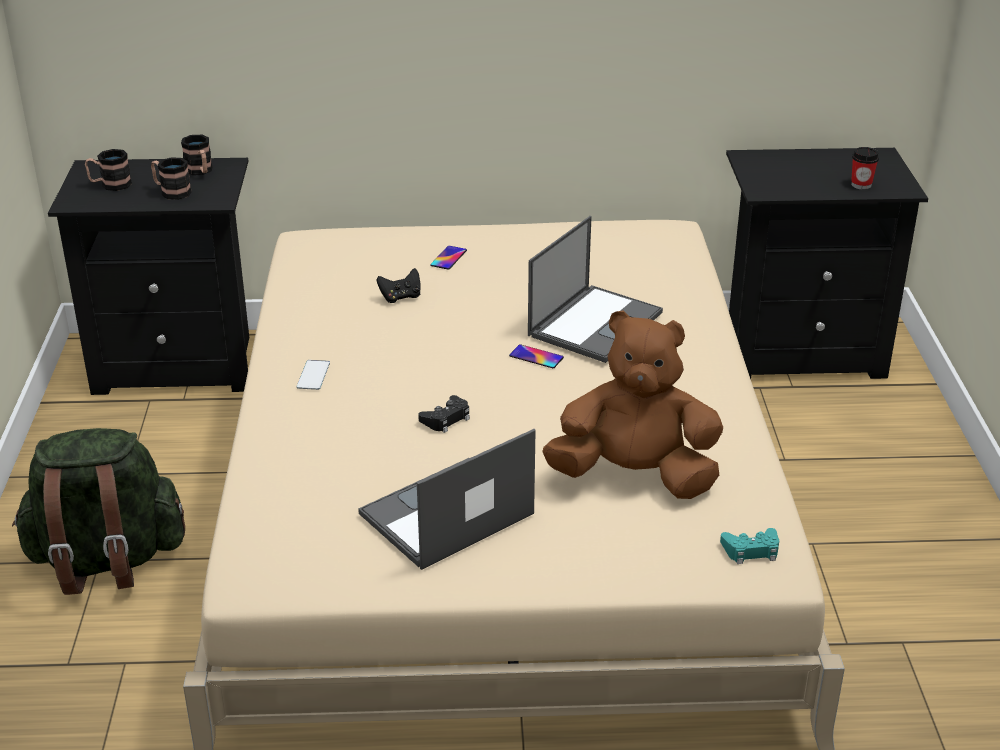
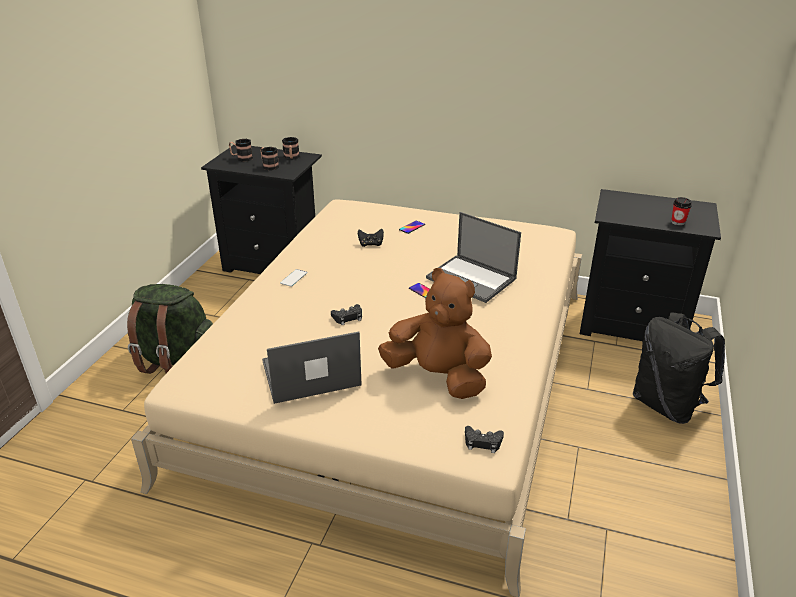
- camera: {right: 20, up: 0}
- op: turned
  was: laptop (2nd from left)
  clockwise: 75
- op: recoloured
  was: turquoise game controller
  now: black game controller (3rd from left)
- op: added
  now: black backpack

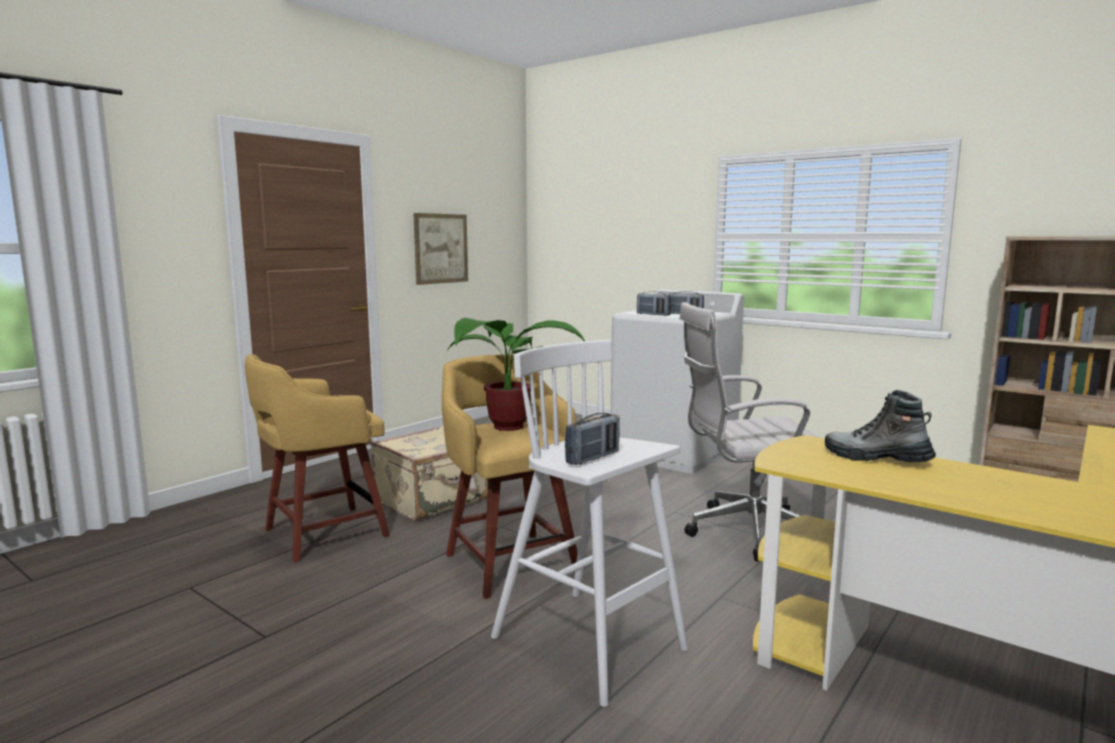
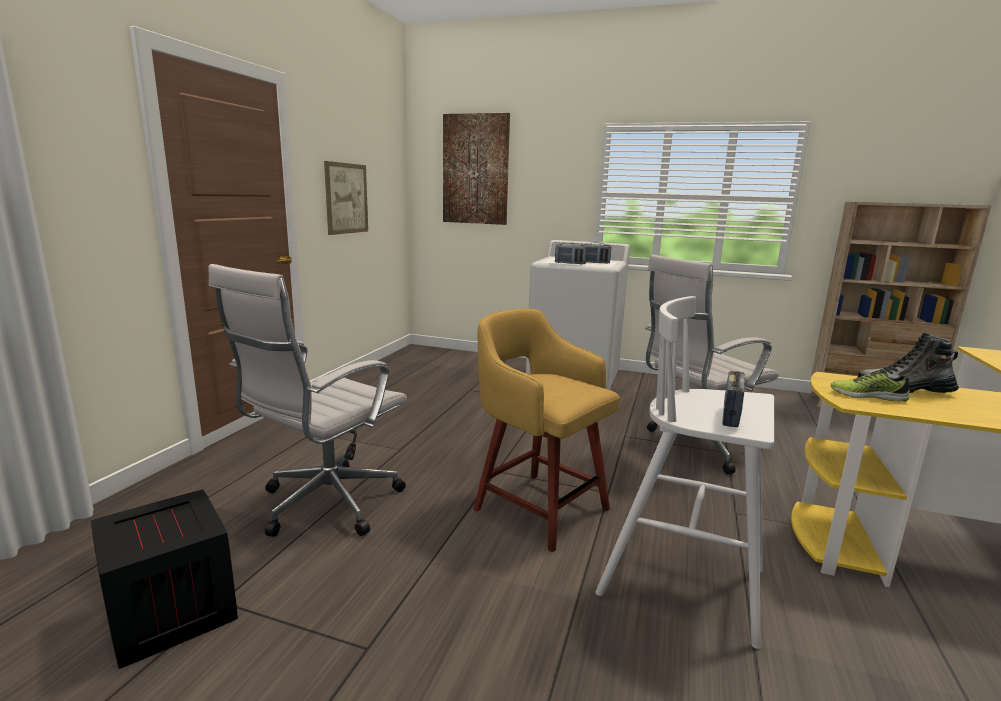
- camera: {right: -20, up: 5}
- op: added
  now: crate
- op: replaced
  was: yellow stool (1st from left)
  now: white office chair (1st from left)
- op: added
  now: picture (2nd from left)
- op: added
  now: shoe
- op: removed
  was: beige suitcase
- op: removed
  was: potted plant

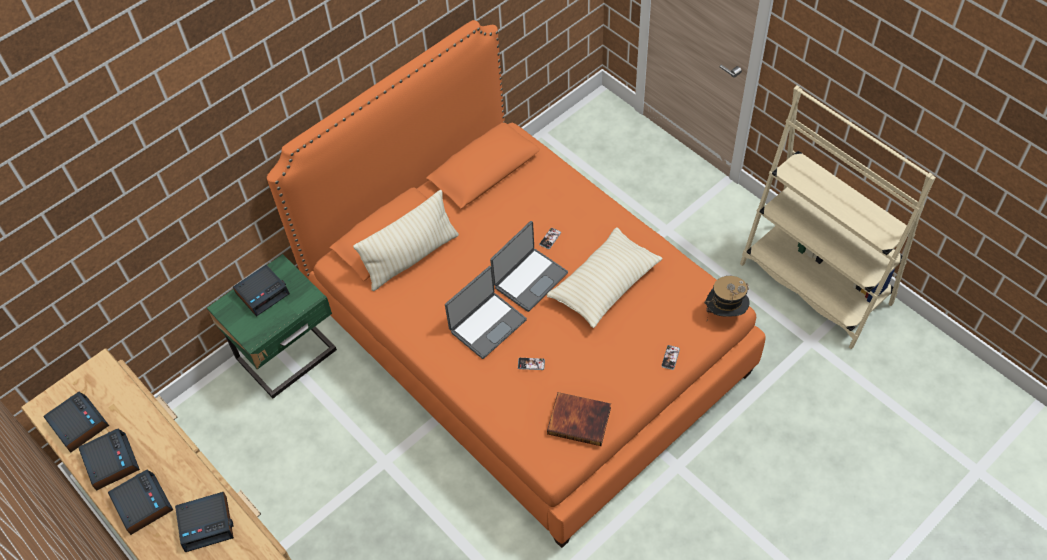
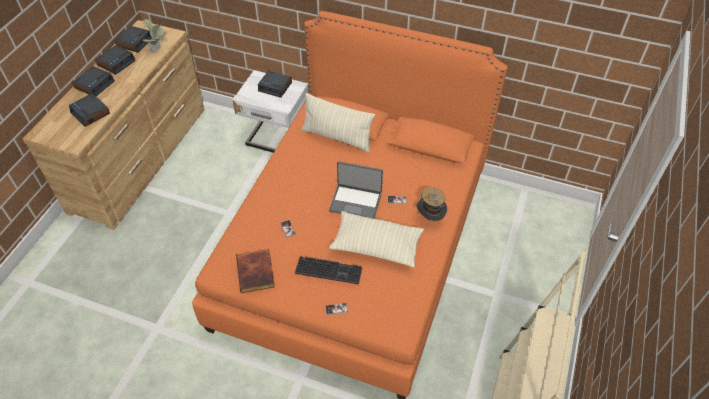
- camera: {right: 60, up: -5}
- op: added
  now: potted plant
- op: recoloured
  was: green nightstand
  now: white nightstand
- op: added
  now: keyboard
- op: moved
  was: hat
- op: removed
  was: laptop (1st from left)

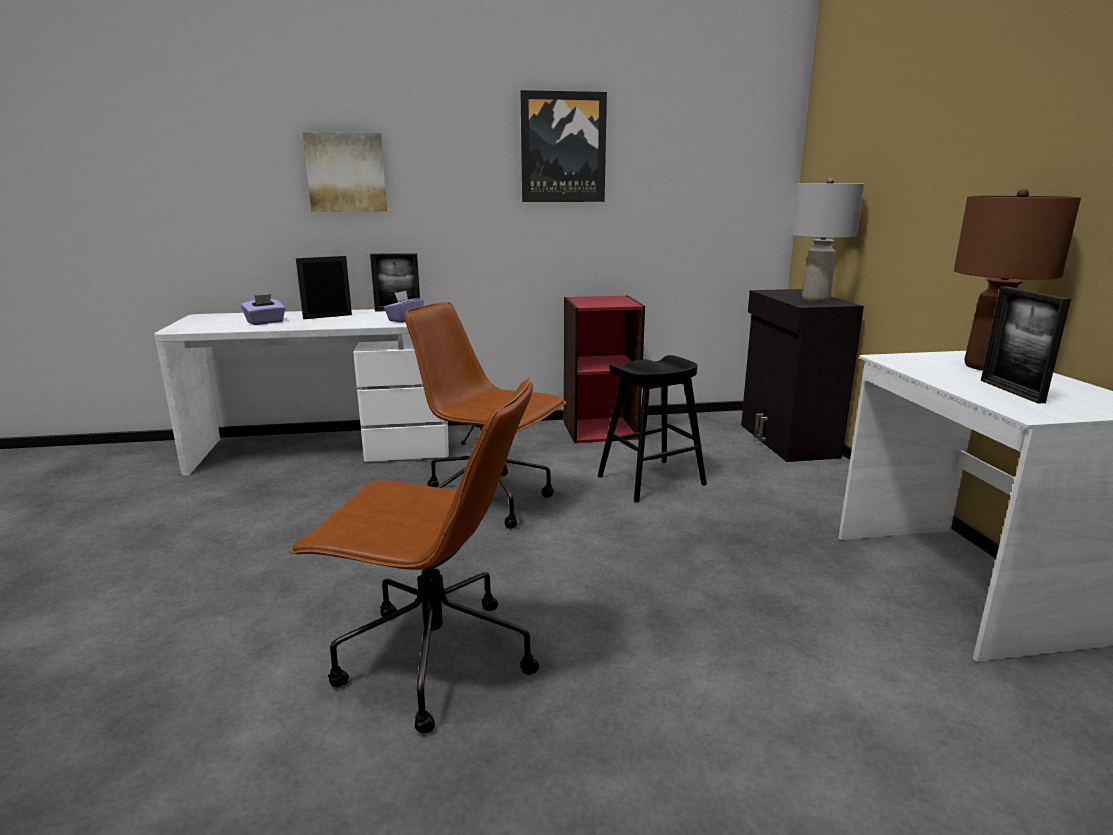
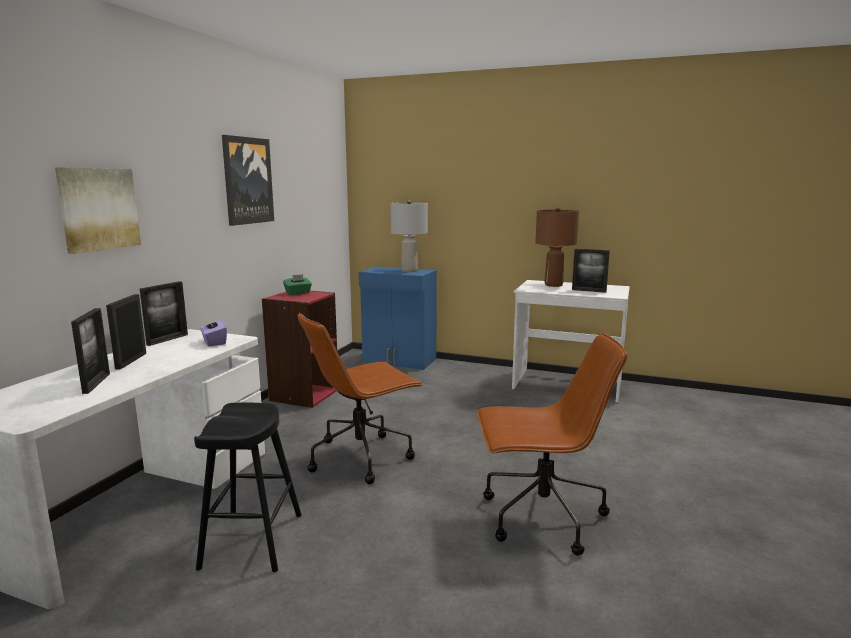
- camera: {right: -60, up: -5}
- op: replaced
  was: purple tissue box (1st from left)
  now: picture frame (1st from left)
- op: moved
  was: black stool
- op: added
  now: green tissue box
- op: recoloured
  was: black cabinet
  now: blue cabinet
- op: turned
  was: brown office chair (1st from left in the first image)
  clockwise: 45

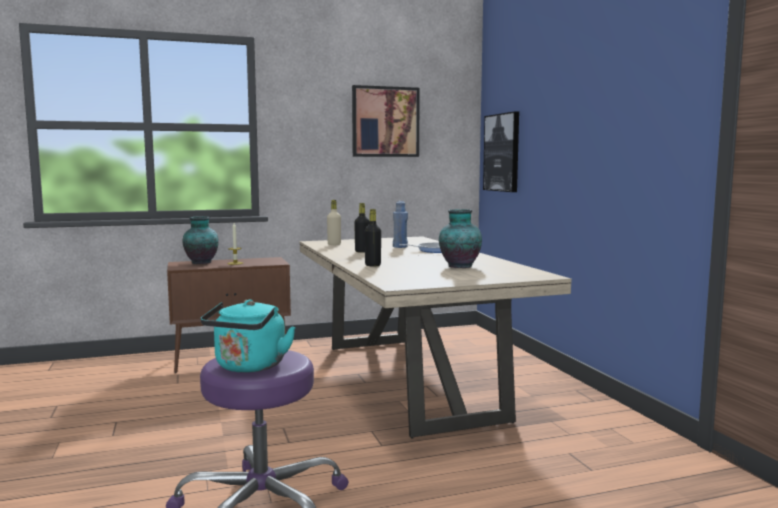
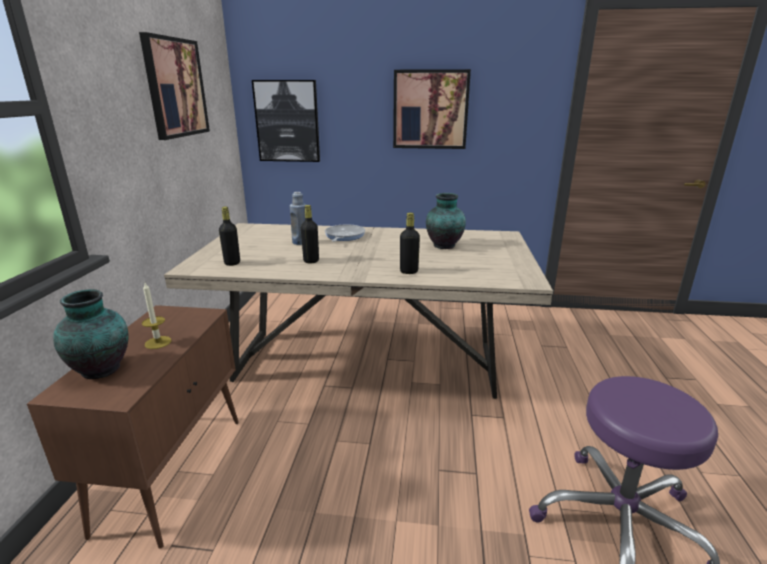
- camera: {right: -65, up: 15}
- op: recoloured
  was: beige bottle
  now: black bottle (1st from left)
- op: added
  now: picture (3rd from left)
- op: removed
  was: turquoise kettle

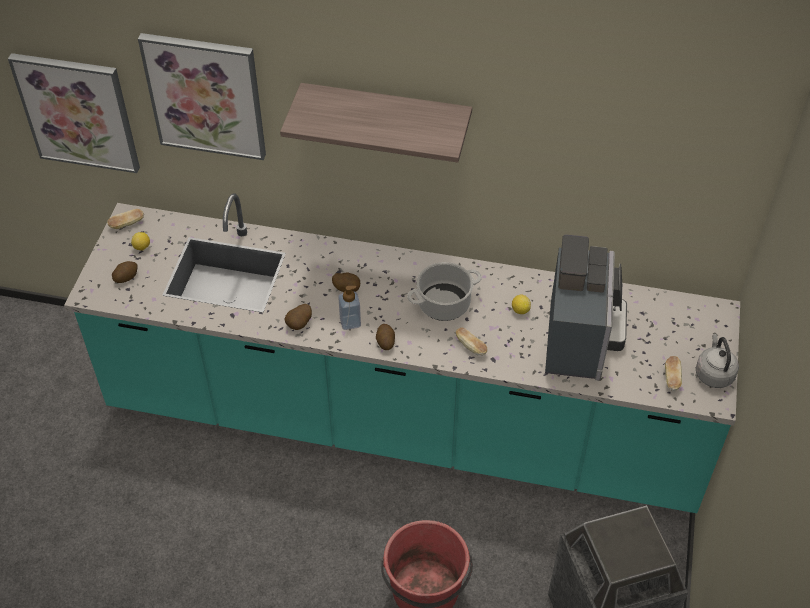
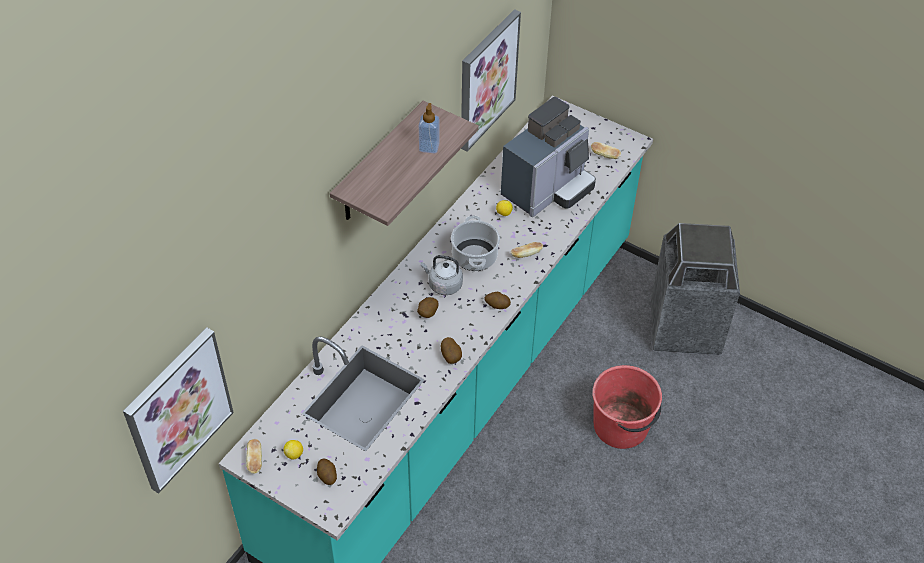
- camera: {right: -70, up: 0}
- op: moved
  was: soap dispenser
- op: moved
  was: grey kettle
- op: moved
  was: picture (2nd from left)
- op: turned
  was: coffee machine
  clockwise: 105

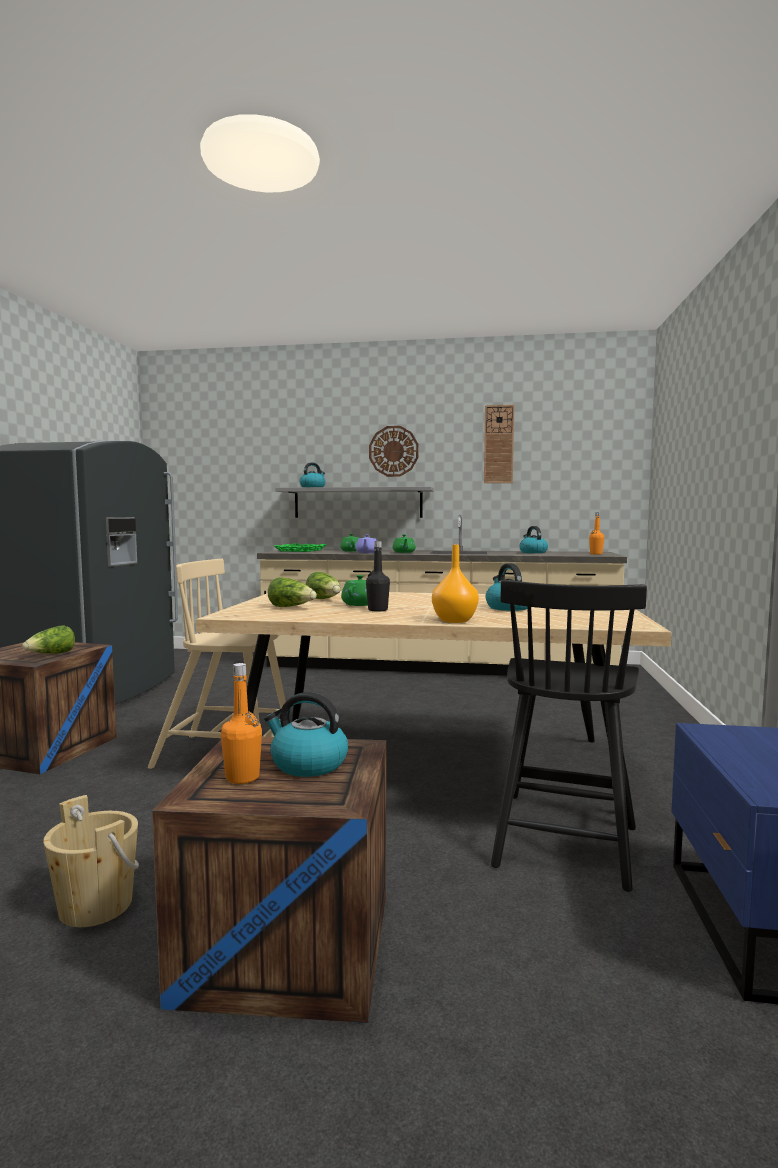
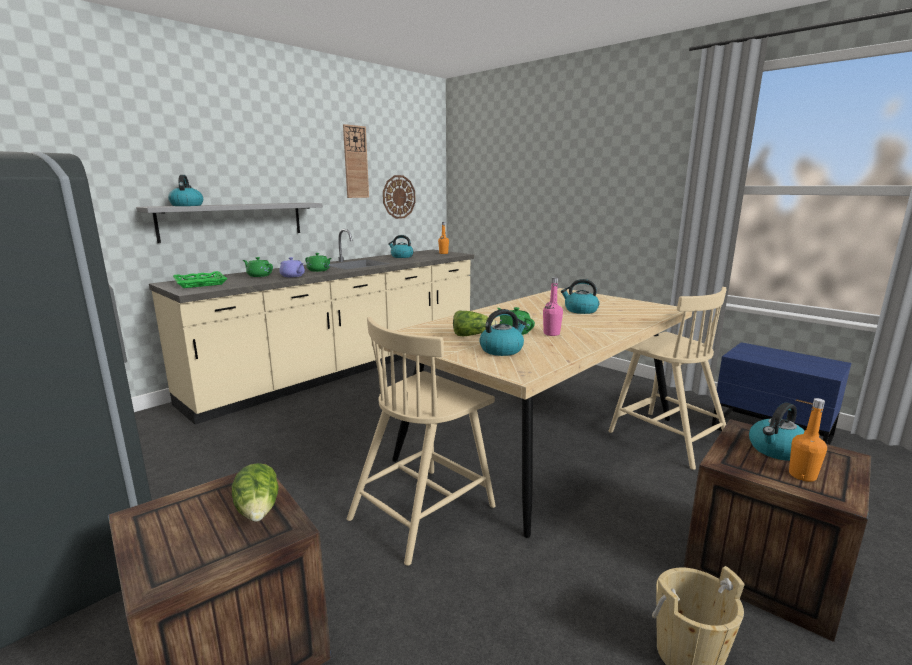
- camera: {right: -55, up: 10}
- op: moved
  was: wall clock (1st from left in the first image)
  now: wall clock (2nd from left)
- op: replaced
  was: lettuce (2nd from left)
  now: kettle (3rd from left)
- op: recoloured
  was: black bottle
  now: pink bottle
- op: recoloured
  was: black chair
  now: beige chair (2nd from left)
- op: removed
  was: orange vase

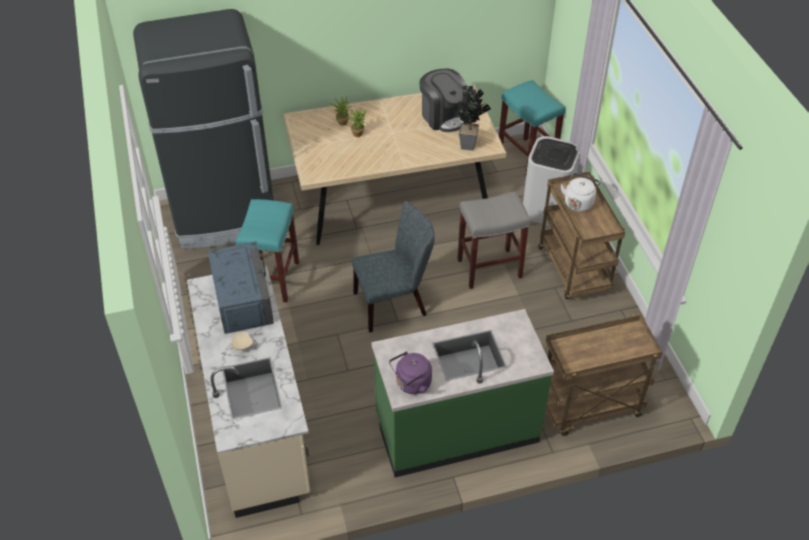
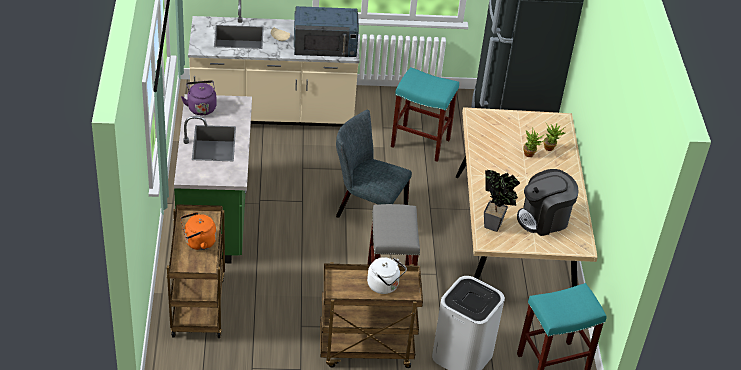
- camera: {right: 100, up: -5}
- op: added
  now: orange kettle
- op: turned
  was: grey chair
  clockwise: 120

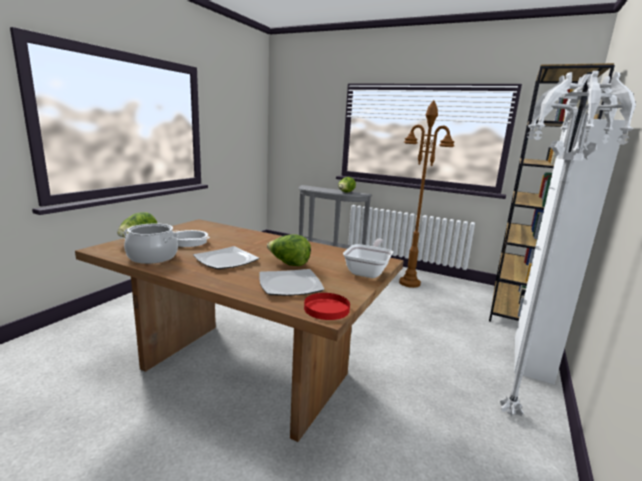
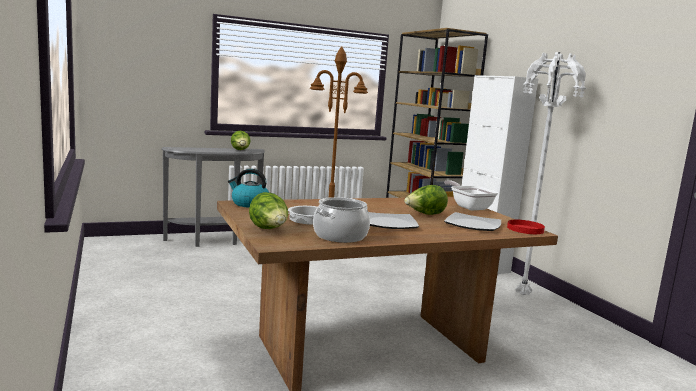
- camera: {right: -50, up: -5}
- op: added
  now: kettle

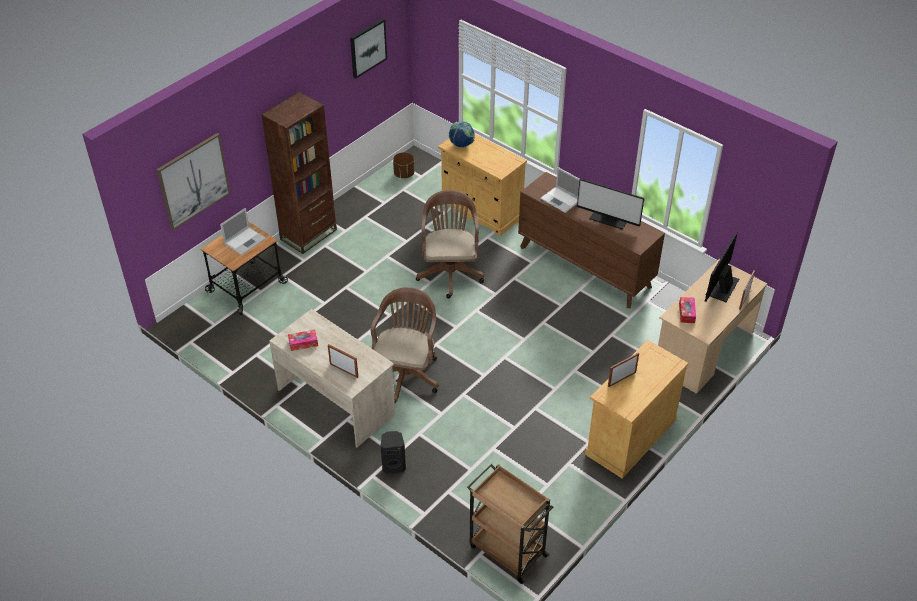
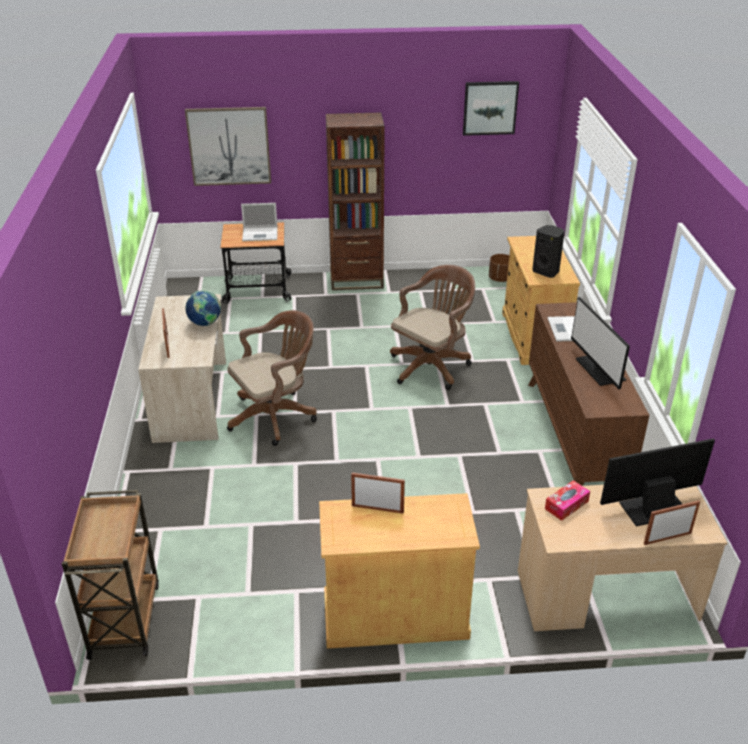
- camera: {right: 45, up: -10}
- op: moved
  was: globe
- op: moved
  was: black speaker
- op: removed
  was: tissue box (1st from left)

